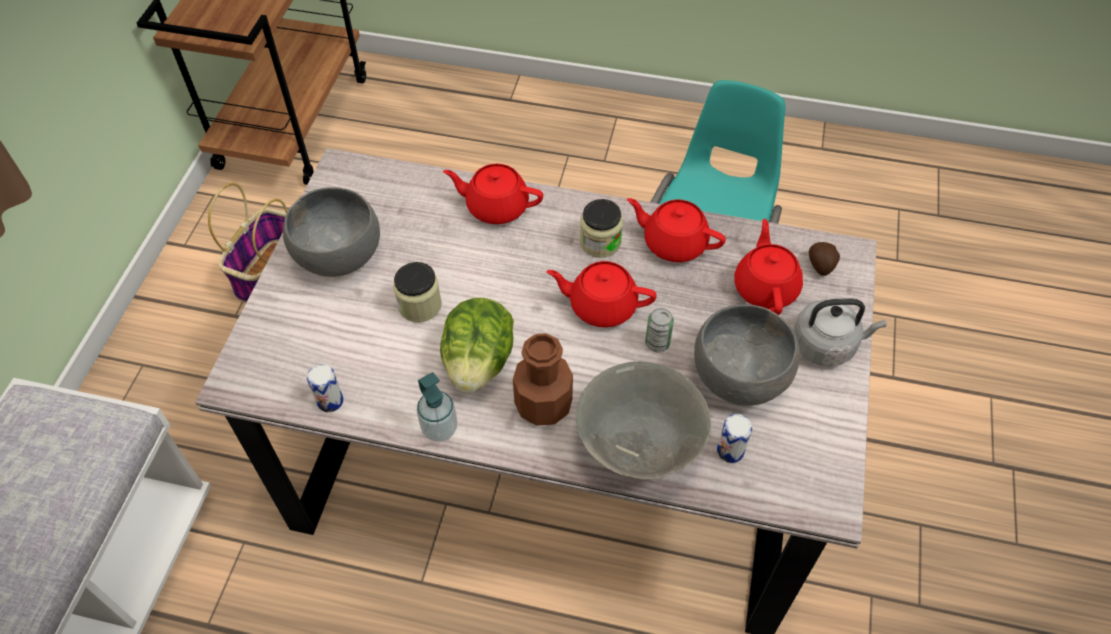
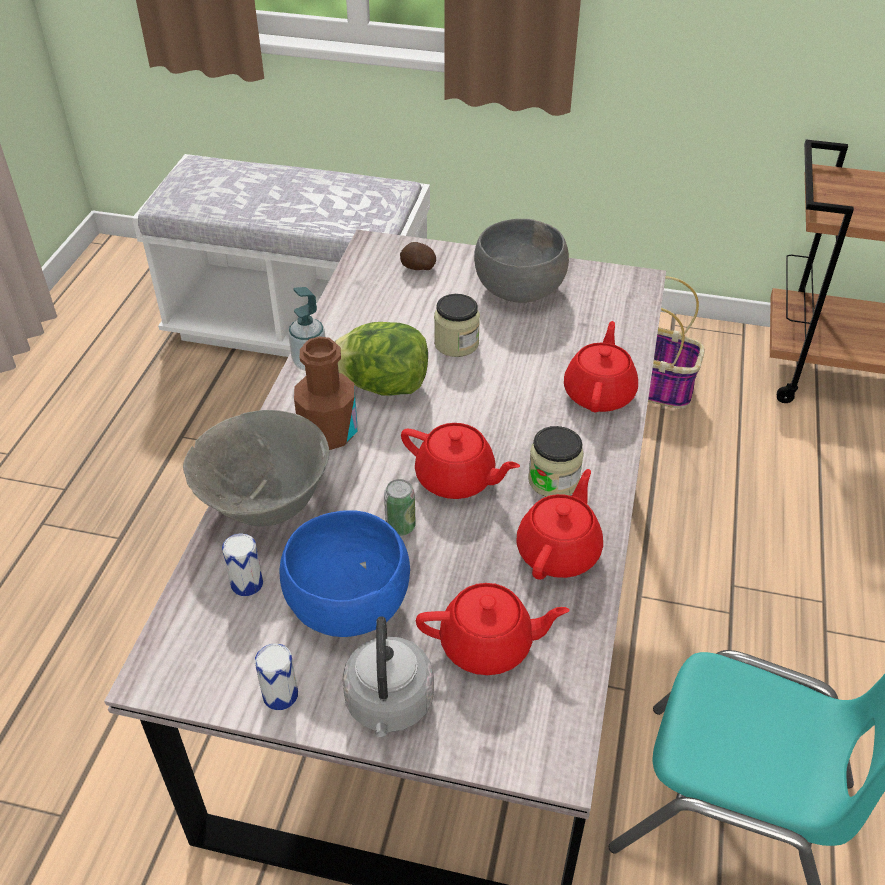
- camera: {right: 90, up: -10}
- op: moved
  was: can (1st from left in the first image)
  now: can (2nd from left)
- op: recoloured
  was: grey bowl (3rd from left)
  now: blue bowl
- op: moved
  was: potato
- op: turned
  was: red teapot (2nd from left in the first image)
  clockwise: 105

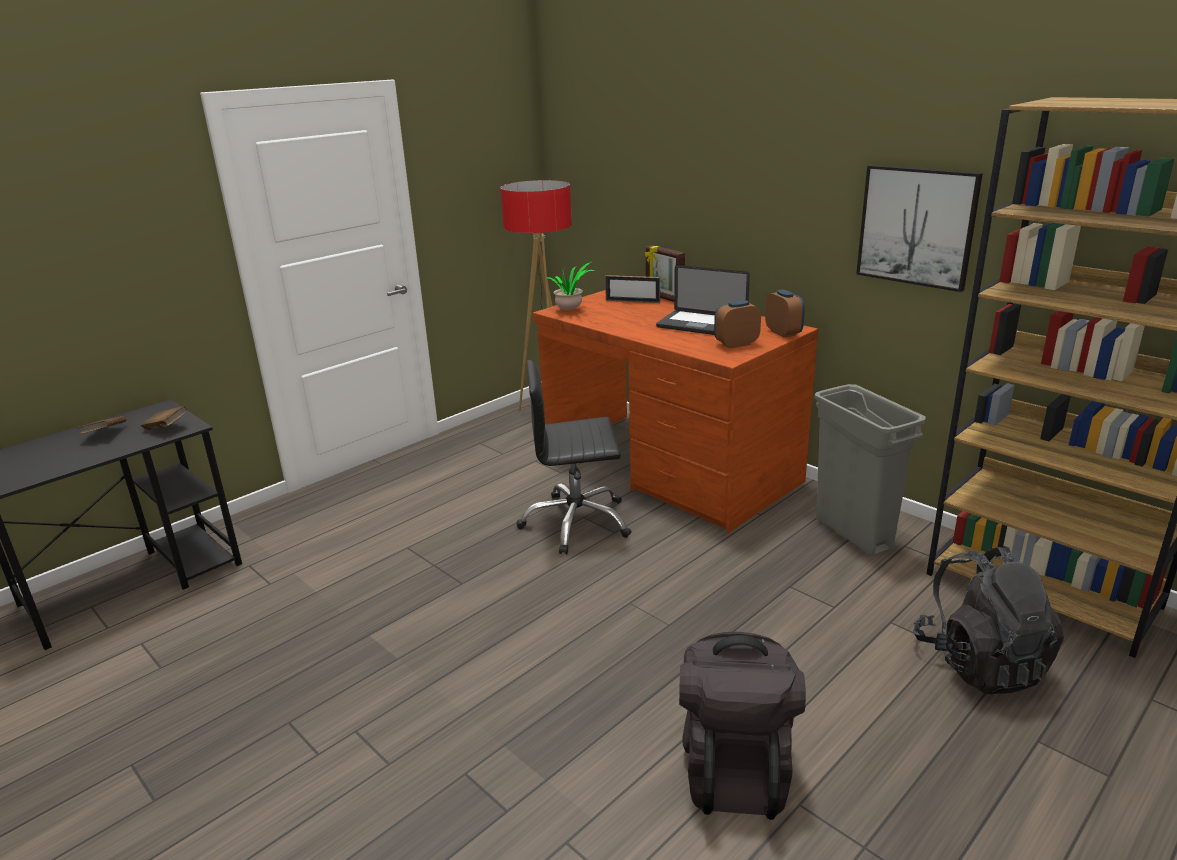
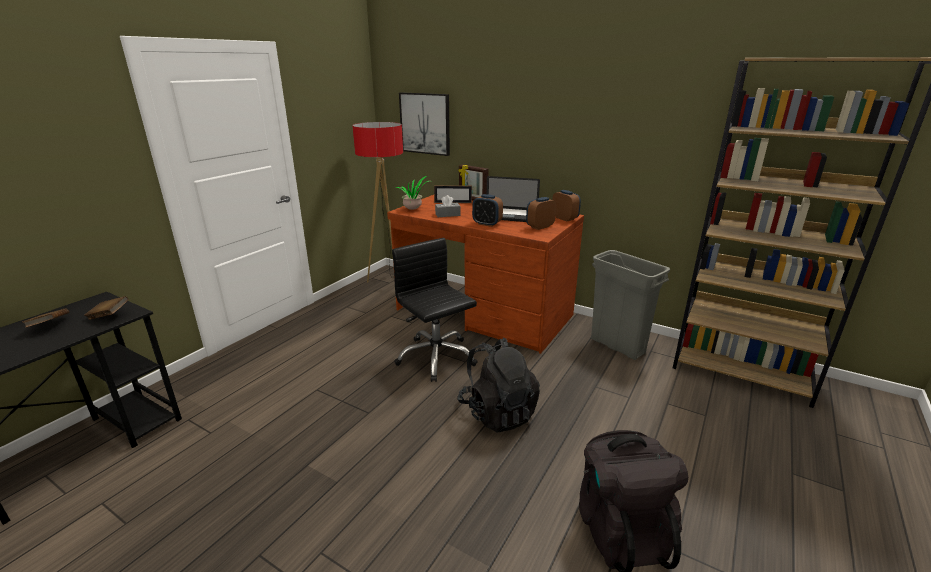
- camera: {right: -15, up: 0}
- op: turned
  was: black office chair
  clockwise: 75
- op: moved
  was: picture
- op: added
  now: grey tissue box
- op: moved
  was: black backpack (2nd from left in the first image)
  now: black backpack (1st from left)
- op: added
  now: alarm clock (1st from left)

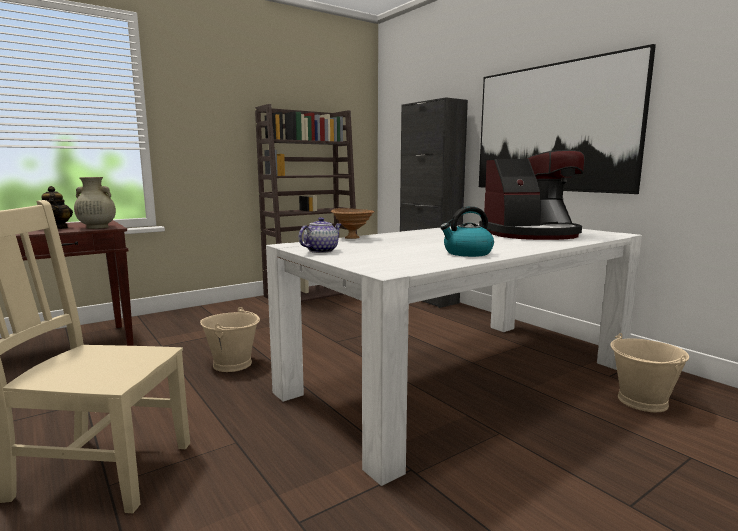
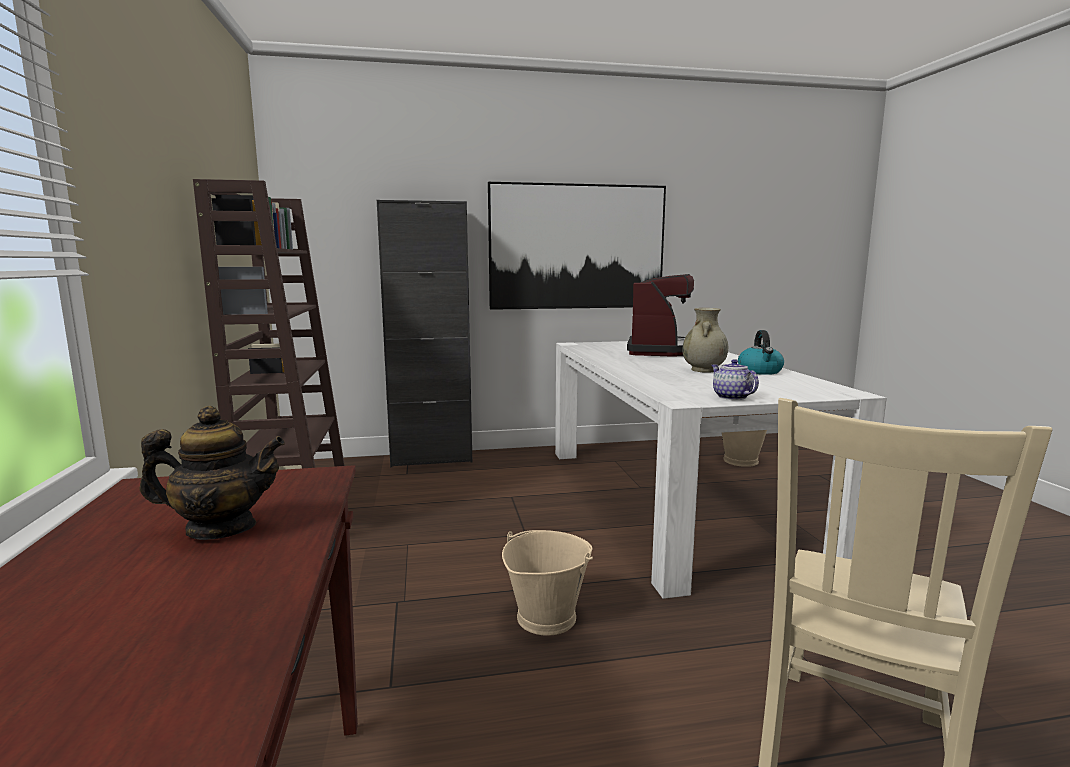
- camera: {right: -65, up: 0}
- op: moved
  was: beige vase
- op: removed
  was: brown bowl

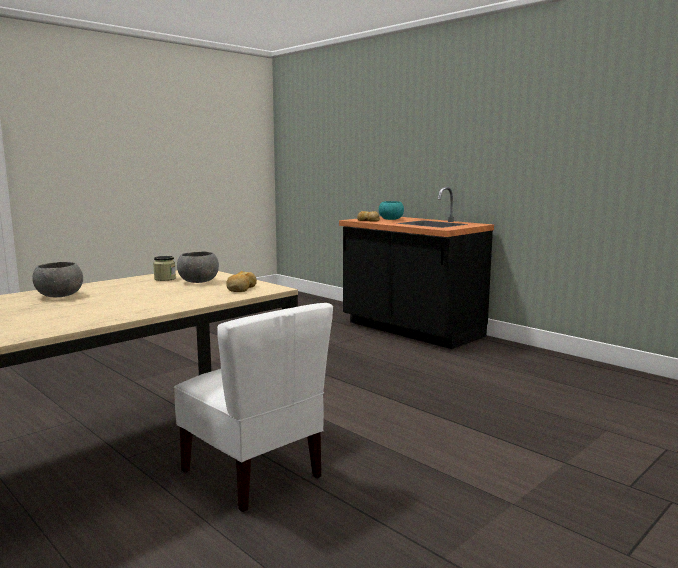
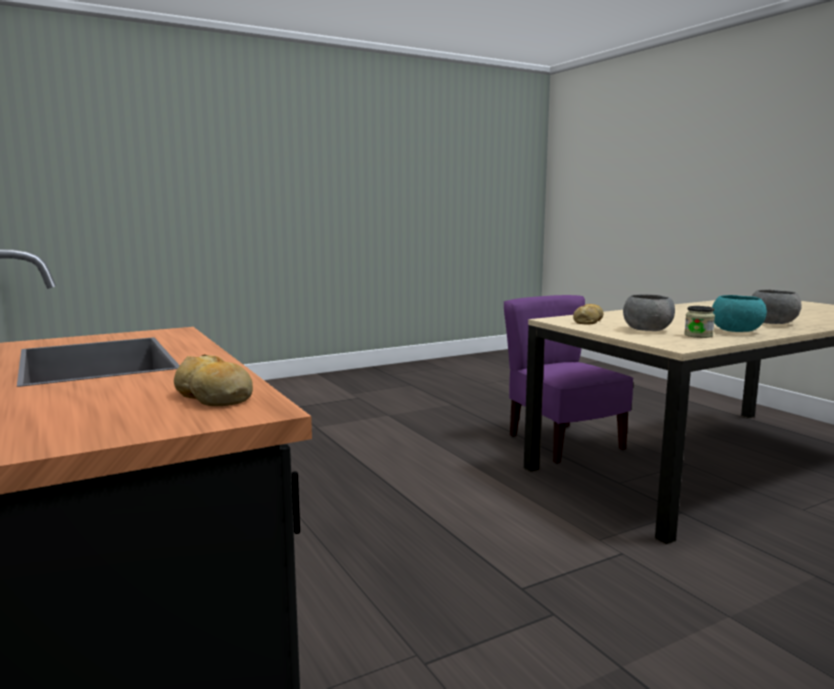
- camera: {right: -165, up: 0}
- op: recoloured
  was: white chair
  now: purple chair
- op: moved
  was: turquoise bowl

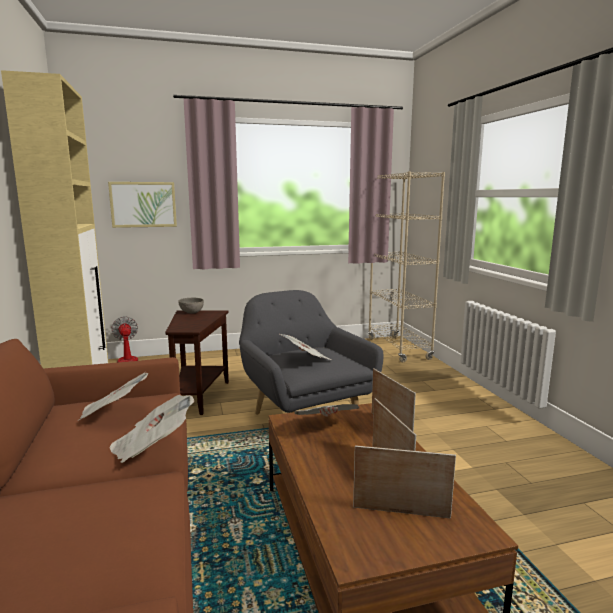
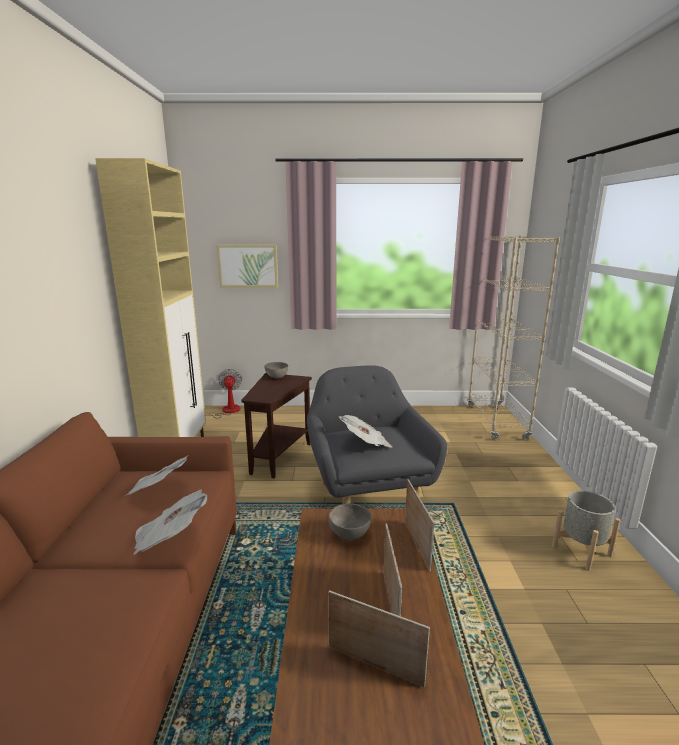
- camera: {right: 15, up: 5}
- op: replaced
  was: newspaper (4th from left)
  now: grey bowl (2nd from left)
- op: added
  now: grey planter

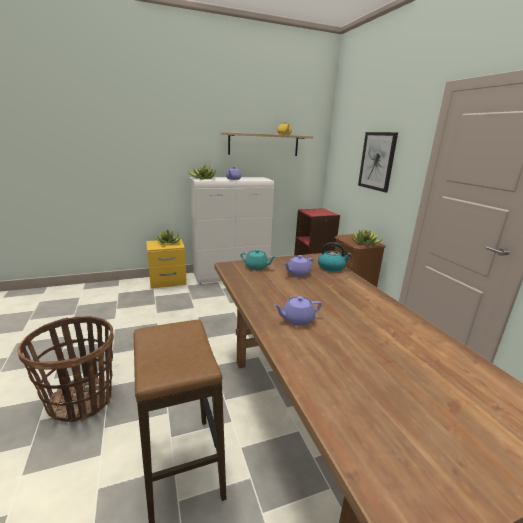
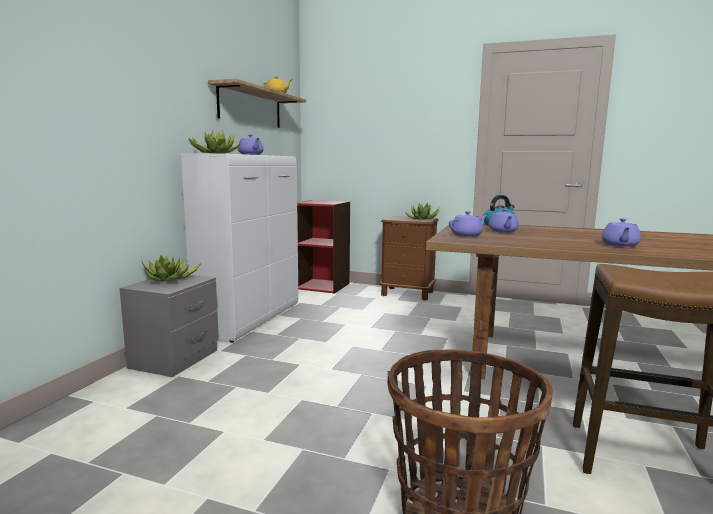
- camera: {right: -50, up: -10}
- op: recoloured
  was: yellow nightstand
  now: grey nightstand
- op: recoloured
  was: turquoise teapot
  now: purple teapot (2nd from left)
- op: removed
  was: picture

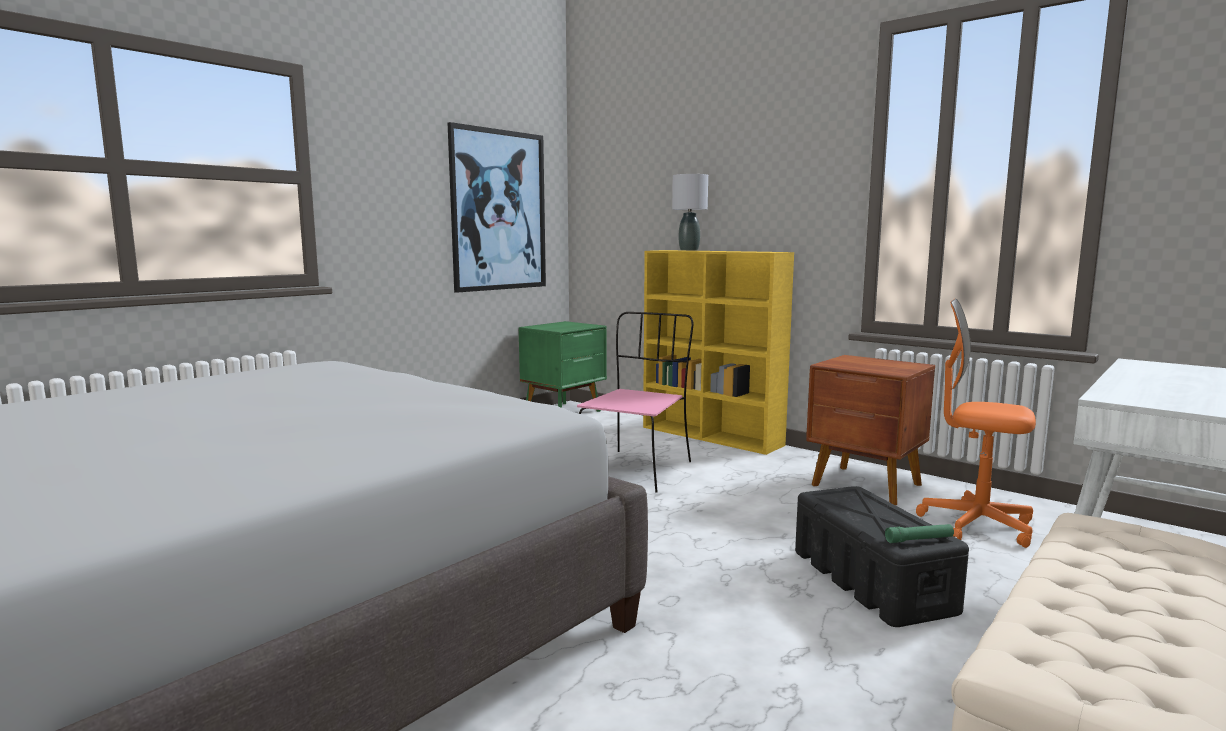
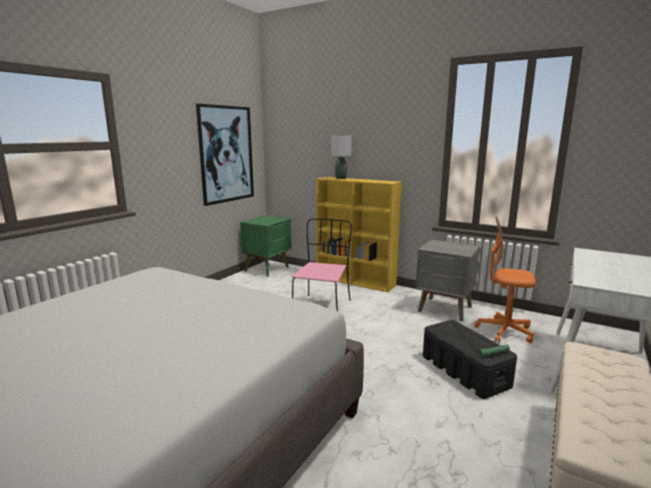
- camera: {right: -10, up: 5}
- op: recoloured
  was: brown nightstand
  now: grey nightstand

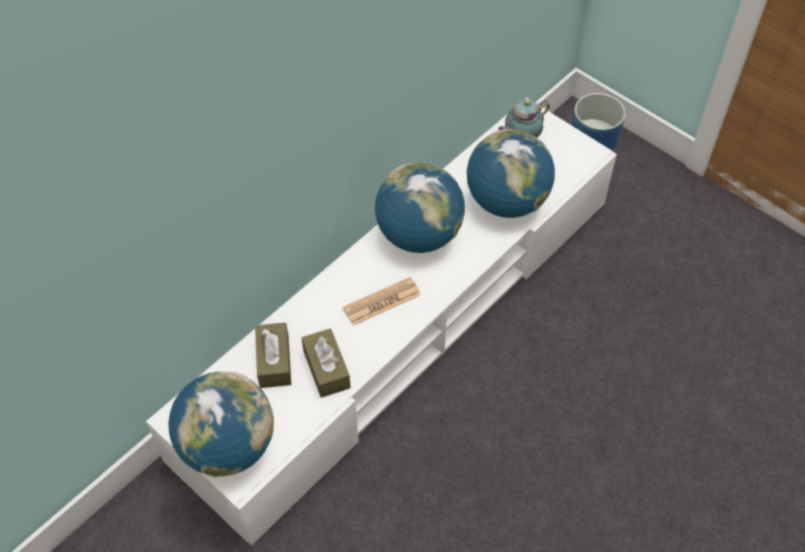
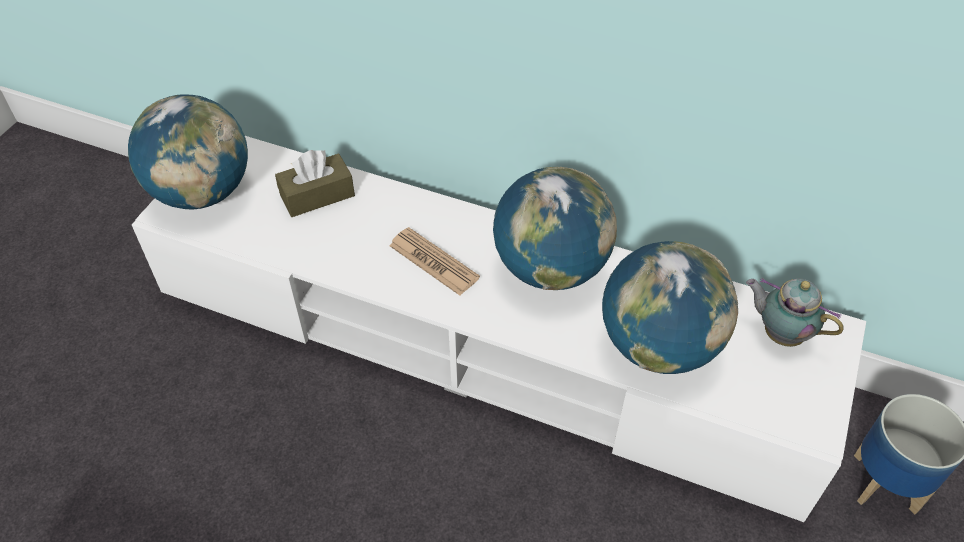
- camera: {right: 70, up: -5}
- op: removed
  was: brown tissue box (2nd from left)

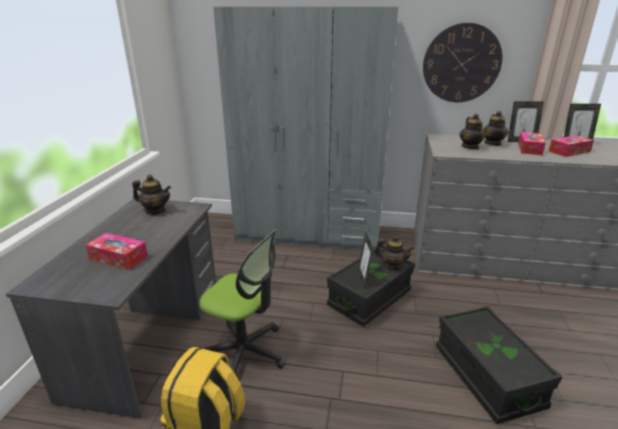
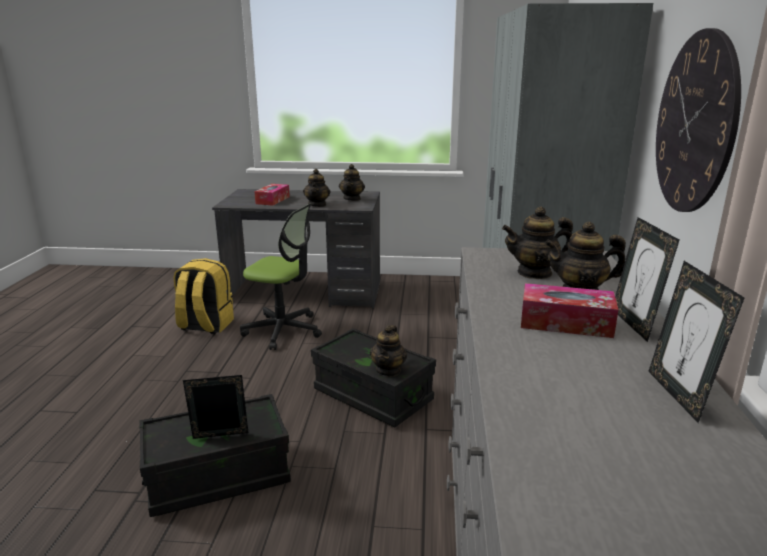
- camera: {right: 85, up: -5}
- op: moved
  was: picture frame (1st from left)
- op: turned
  was: office chair
  clockwise: -90
- op: added
  now: teapot (1st from left)
- op: removed
  was: tissue box (3rd from left)

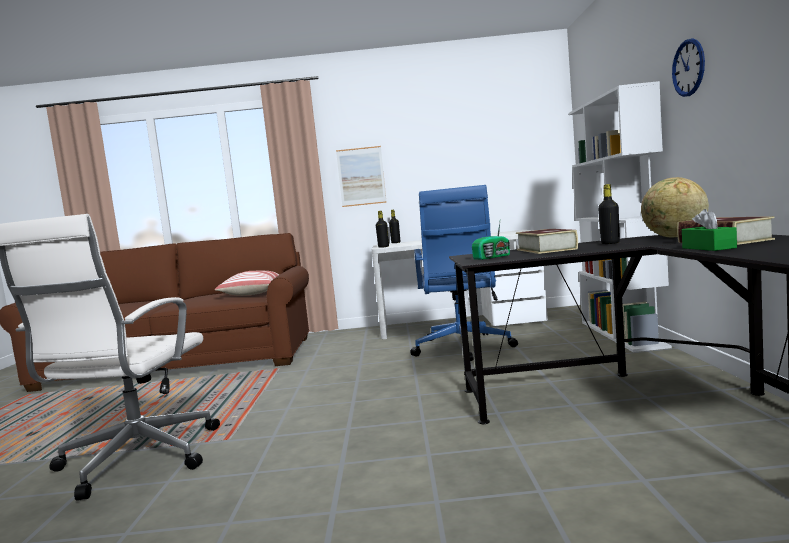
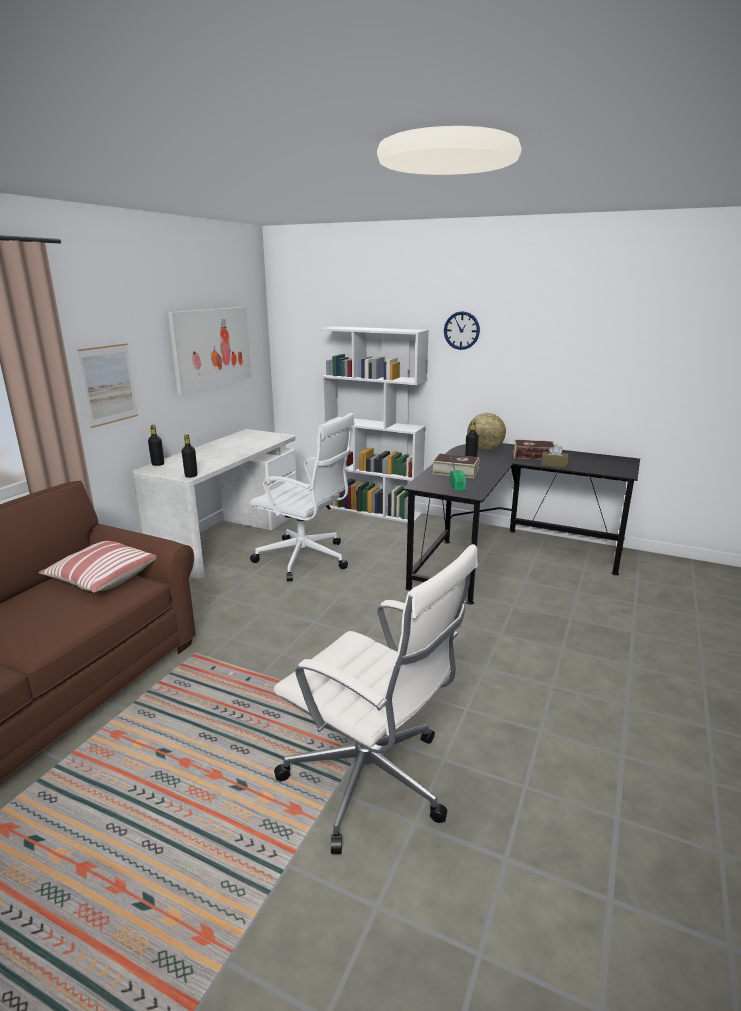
- camera: {right: -65, up: 15}
- op: added
  now: picture (2nd from left)
- op: recoloured
  was: blue office chair
  now: white office chair (1st from left)
- op: recoloured
  was: green tissue box
  now: brown tissue box

